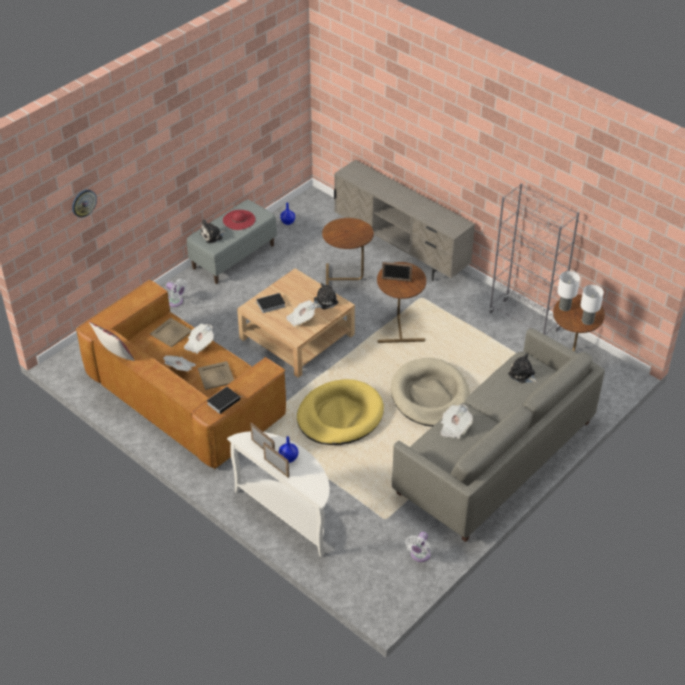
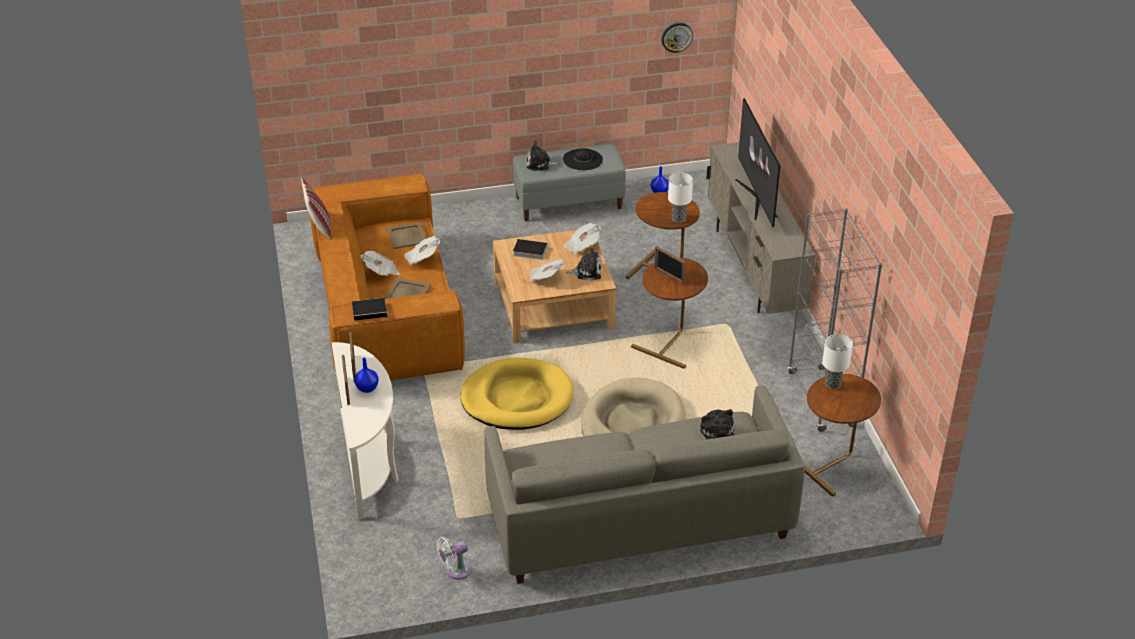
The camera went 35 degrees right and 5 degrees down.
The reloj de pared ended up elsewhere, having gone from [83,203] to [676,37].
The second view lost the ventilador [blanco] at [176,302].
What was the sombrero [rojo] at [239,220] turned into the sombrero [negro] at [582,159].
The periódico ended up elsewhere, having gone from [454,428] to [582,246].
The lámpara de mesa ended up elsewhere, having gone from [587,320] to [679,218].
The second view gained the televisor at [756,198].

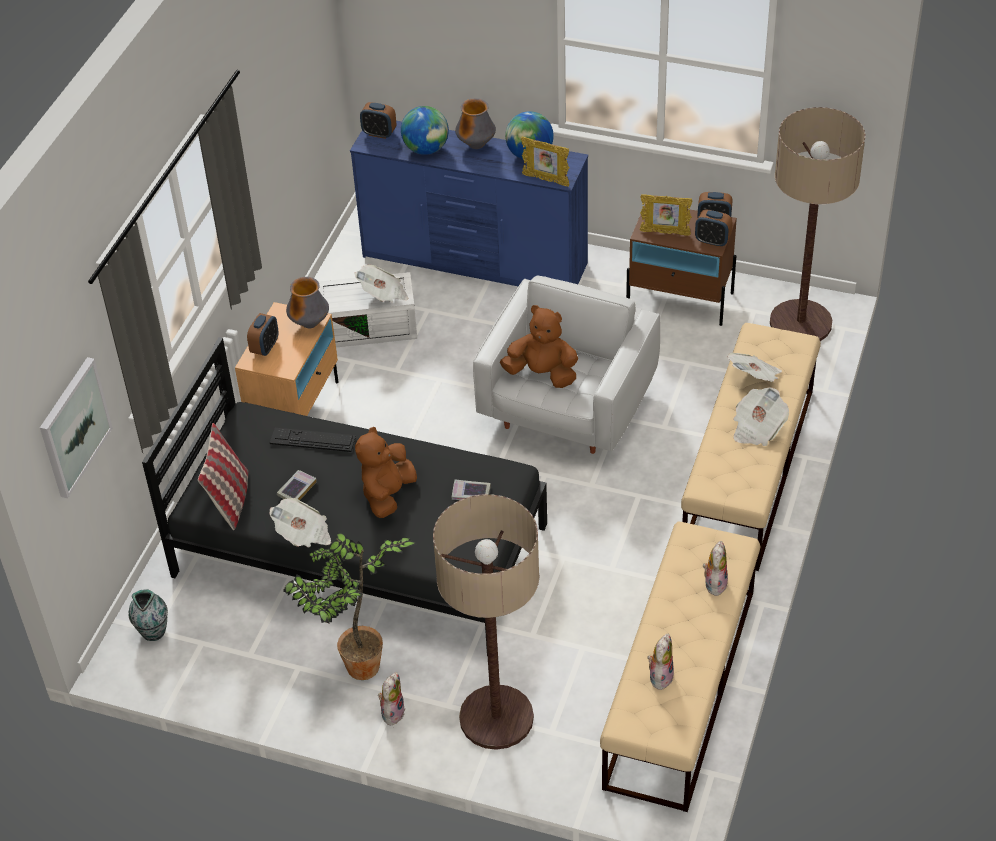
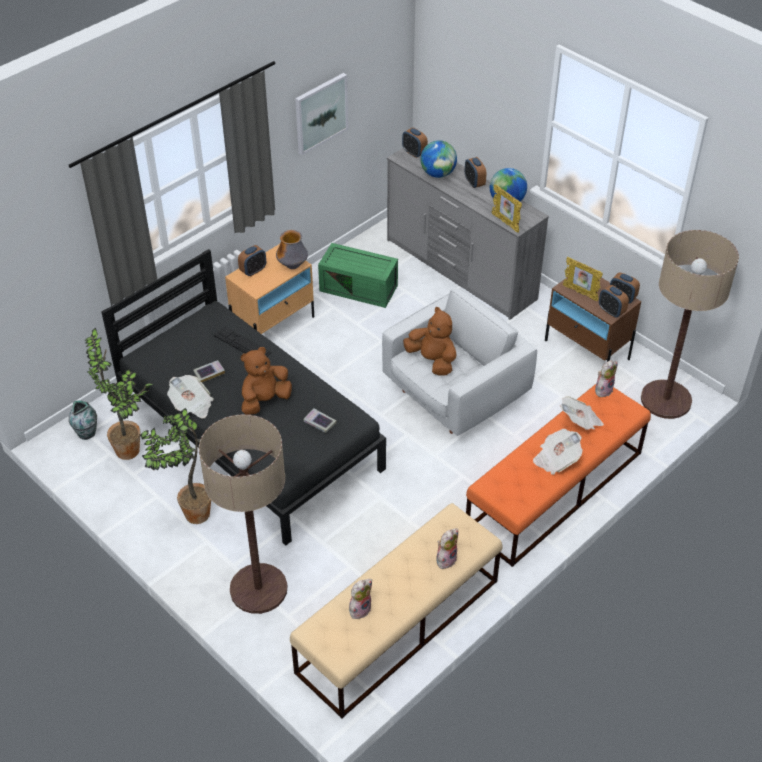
The camera went 25 degrees right and 0 degrees up.
The cuadro ended up elsewhere, having gone from [74,427] to [320,113].
The second view lost the cojín at [230,500].
What was the caja de almacenaje [blanco] at [369,326] turned into the caja de almacenaje [verde] at [360,287].
What was the cómoda [azul] at [475,261] turned into the cómoda [gris] at [460,270].
The second view lost the periódico at [383,295].
The peluche ended up elsewhere, having gone from [392,712] to [603,389].
Where the florero stood at [476,145], the despertador came to stand at [474,183].
What was the banco [beis] at [748,470] turned into the banco [naranja] at [554,491].
The second view gained the planta en maceta at [130,452].

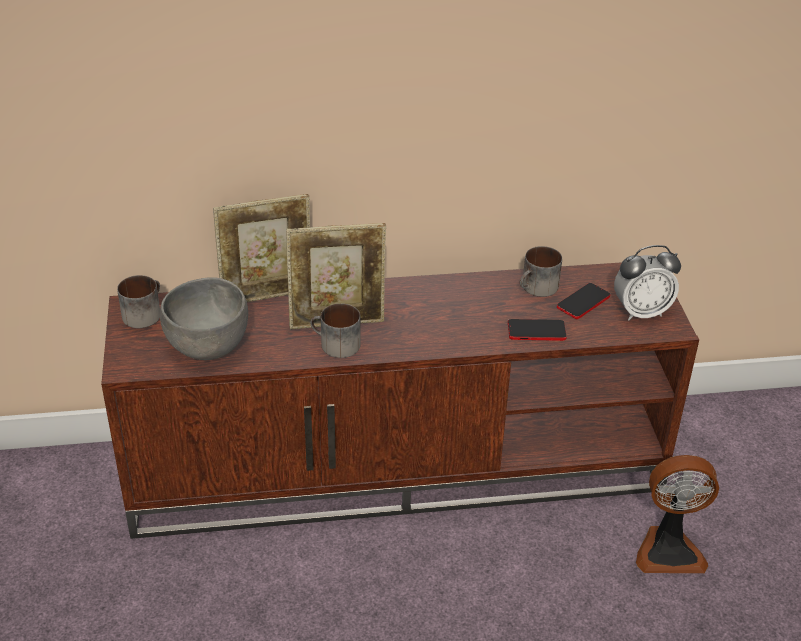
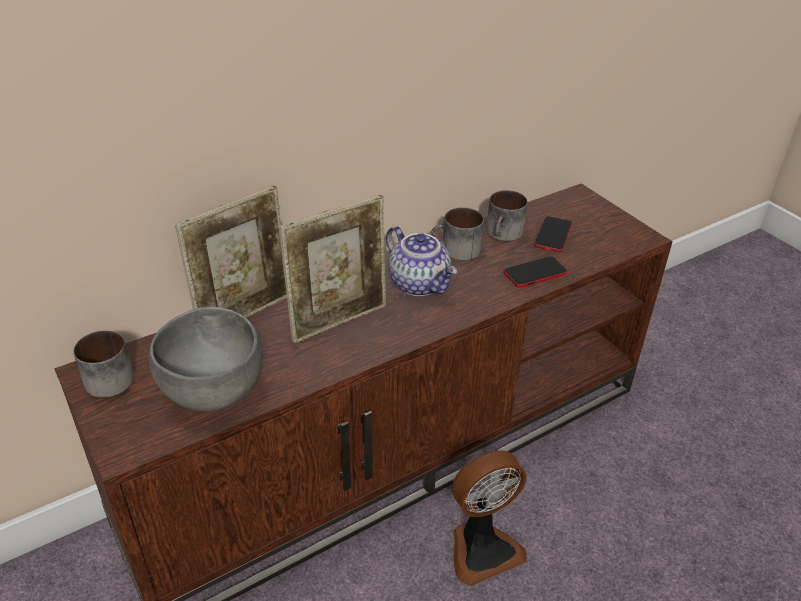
The camera went 25 degrees left and 0 degrees up.
The taza grande ended up elsewhere, having gone from [335,345] to [456,250].
The second view lost the despertador at [641,312].
The ventilador ended up elsewhere, having gone from [669,550] to [482,548].
The second view gained the tetera at [420,284].

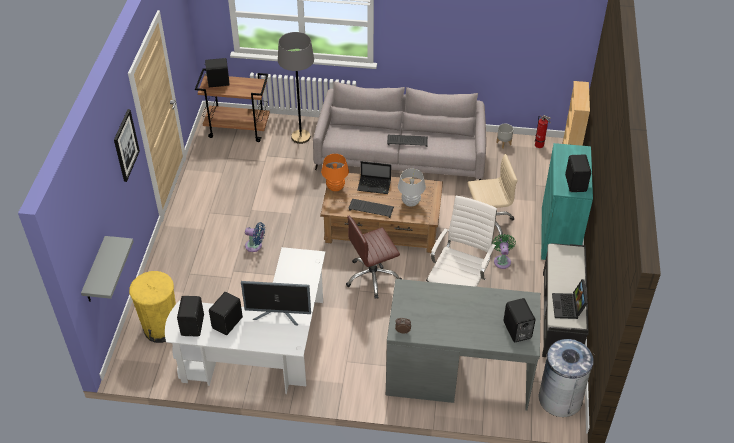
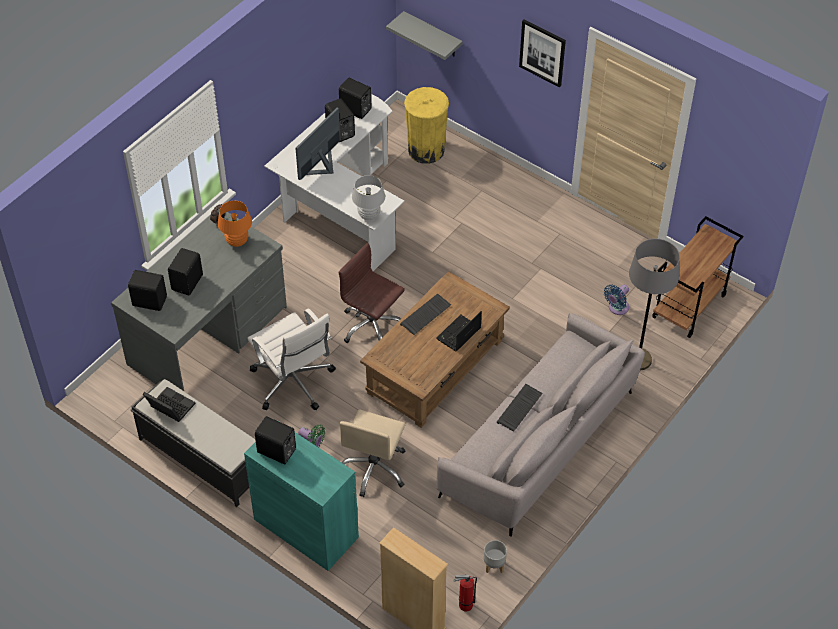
The camera went 120 degrees right and 5 degrees up.
The altavoz [negro] ended up elsewhere, having gone from [218,82] to [188,282].
The ventilador [azul] ended up elsewhere, having gone from [255,246] to [617,308].
The lámpara de mesa [naranja] ended up elsewhere, having gone from [335,187] to [237,241].
The silla de oficina [marrón] at [372,277] ended up facing another way, 60 degrees counterclockwise from before.
The lámpara de mesa [blanco] ended up elsewhere, having gone from [411,202] to [369,215].
The second view lost the papelera [gris] at [560,398].

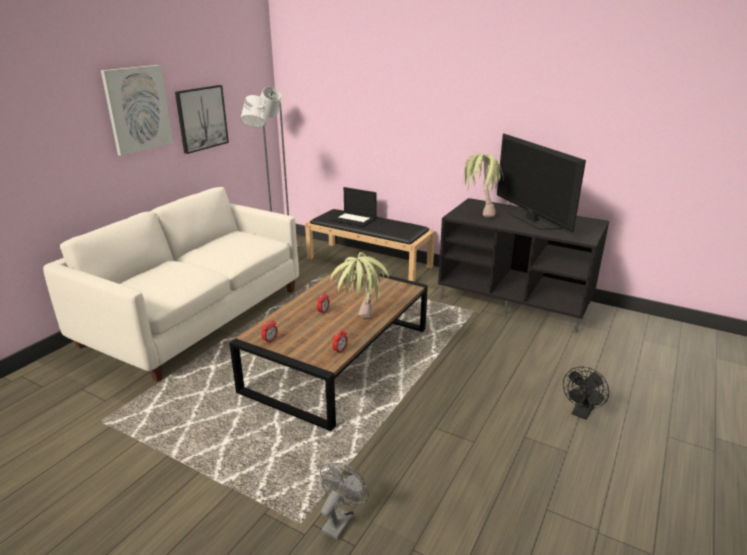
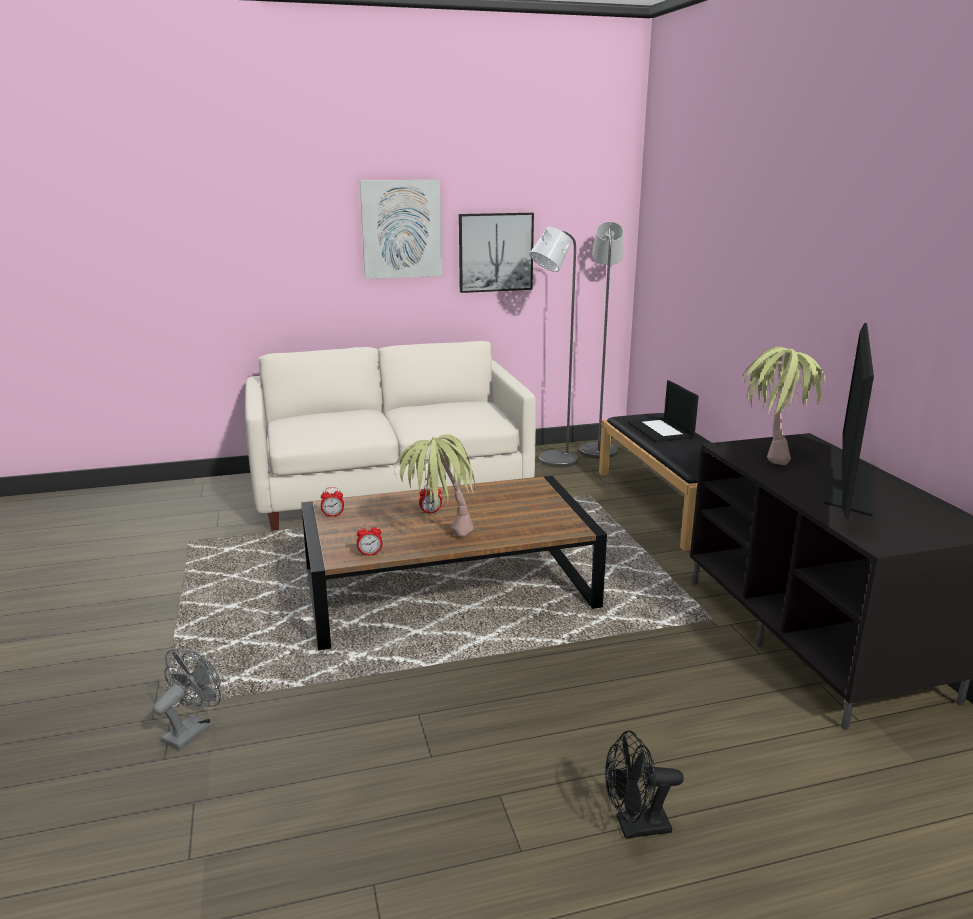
The camera went 45 degrees right and 5 degrees down.
The ventilador [gris] at [340,520] ended up facing another way, 45 degrees counterclockwise from before.

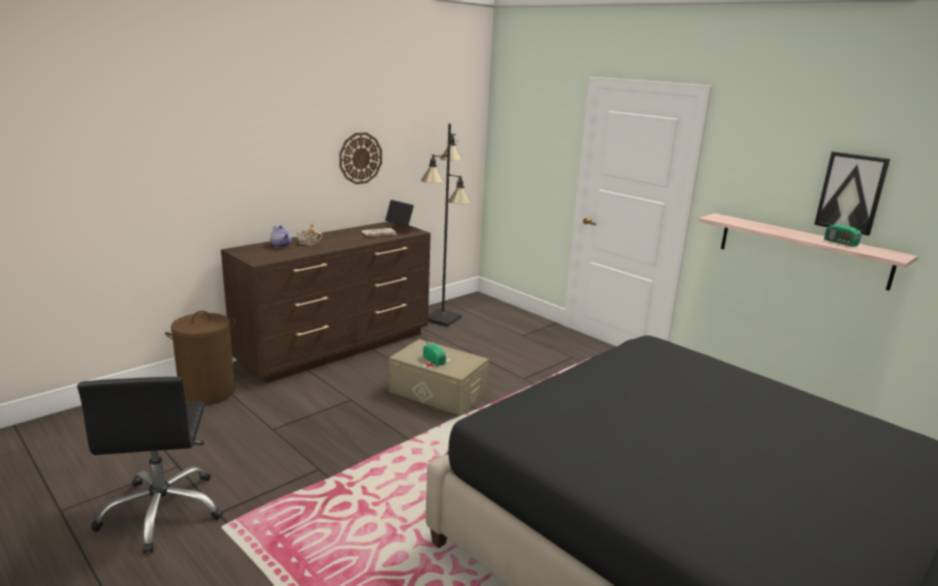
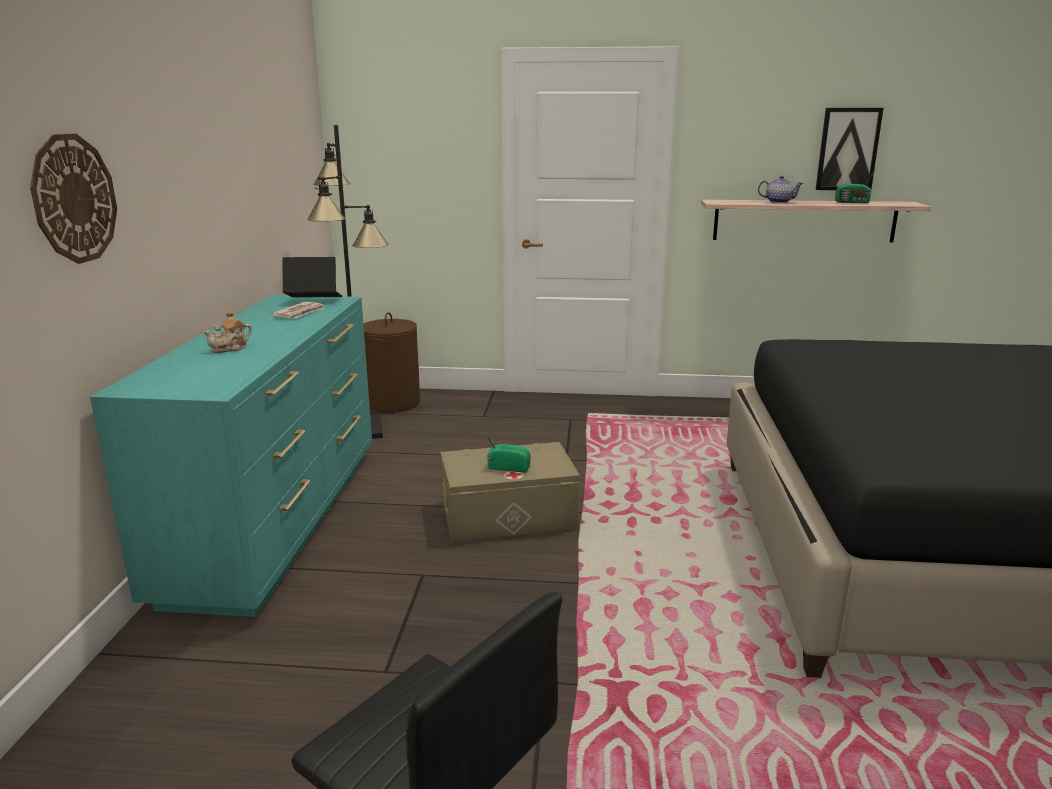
The camera went 40 degrees left and 0 degrees up.
The cesto de la ropa [marrón] ended up elsewhere, having gone from [207,393] to [392,403].
What was the cómoda [marrón] at [337,347] turned into the cómoda [turquesa] at [279,520].
The tetera ended up elsewhere, having gone from [282,245] to [779,202].
The reloj de pared ended up elsewhere, having gone from [360,158] to [74,199].

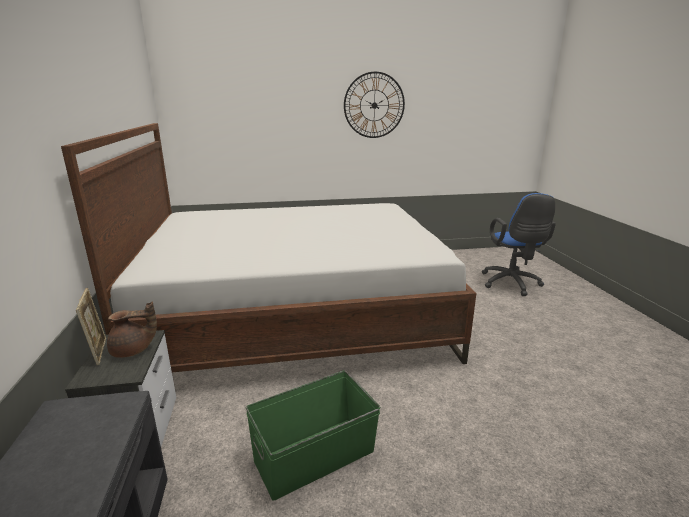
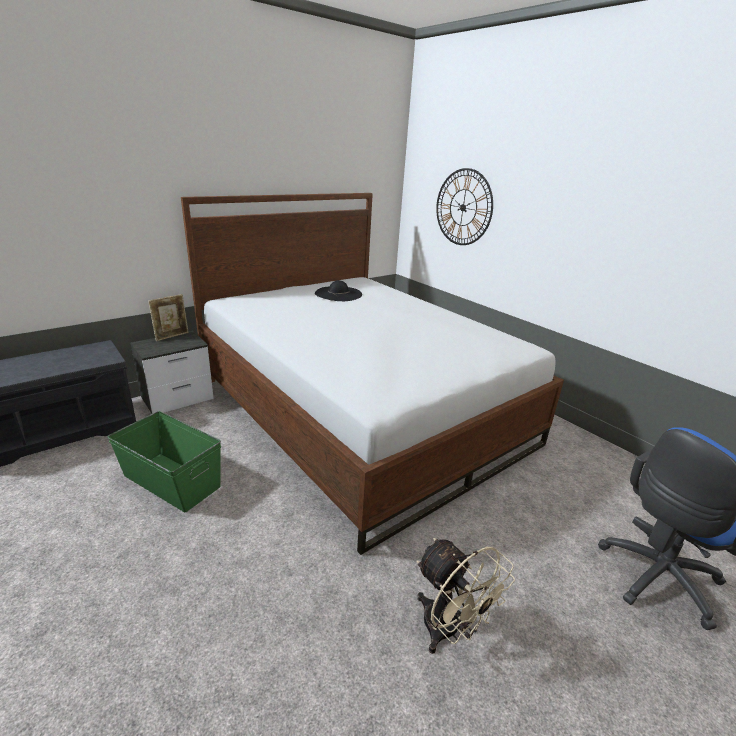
The camera went 60 degrees right and 5 degrees up.
The second view lost the tetera [marrón] at [133,351].
The reloj de pared ended up elsewhere, having gone from [374,105] to [463,207].
The second view gained the sombrero [negro] at [338,294].
The second view gained the ventilador [beis] at [449,631].

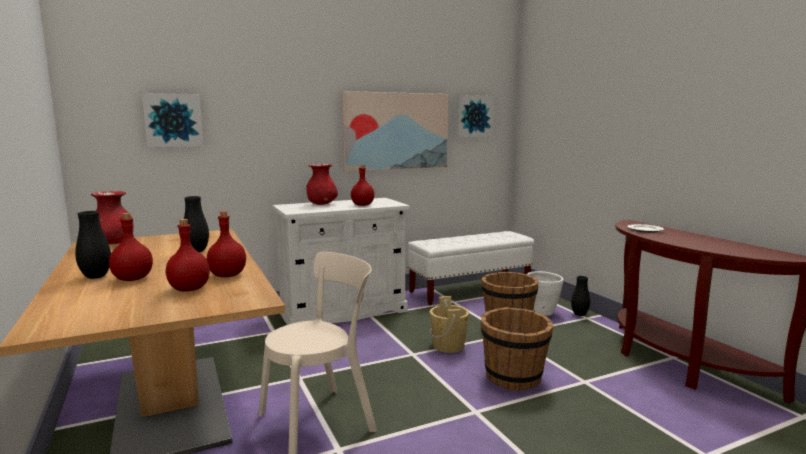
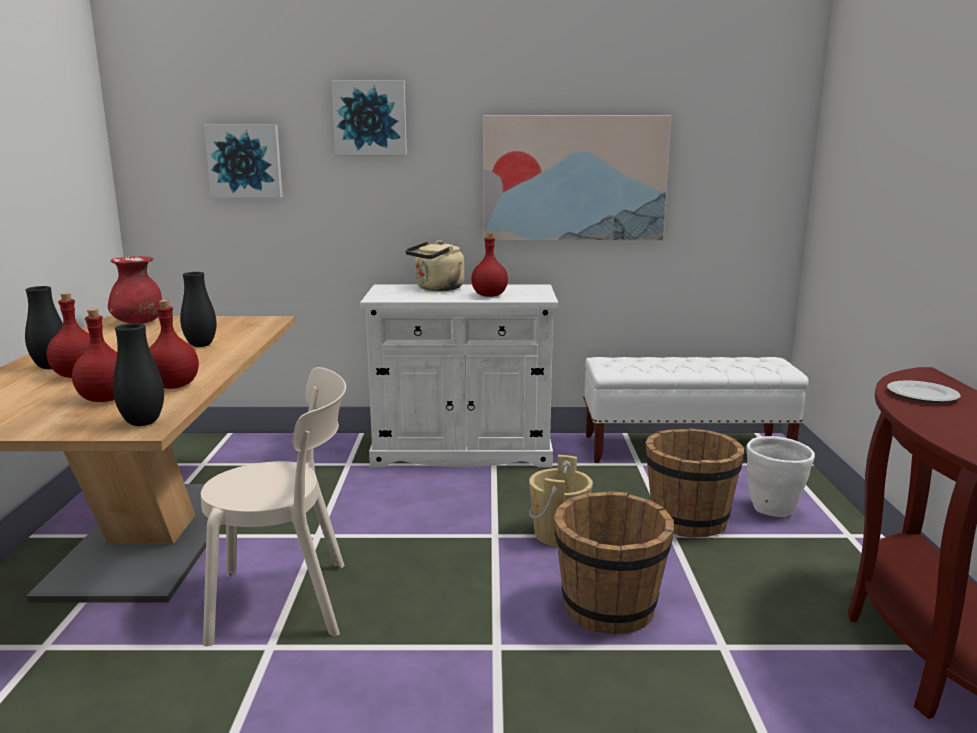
The camera went 25 degrees right and 5 degrees up.
Where the florero [rojo] stood at [322,204], the hervidor [beis] came to stand at [437,289].
The cuadro ended up elsewhere, having gone from [473,116] to [370,118].
The florero [negro] ended up elsewhere, having gone from [579,314] to [143,423].

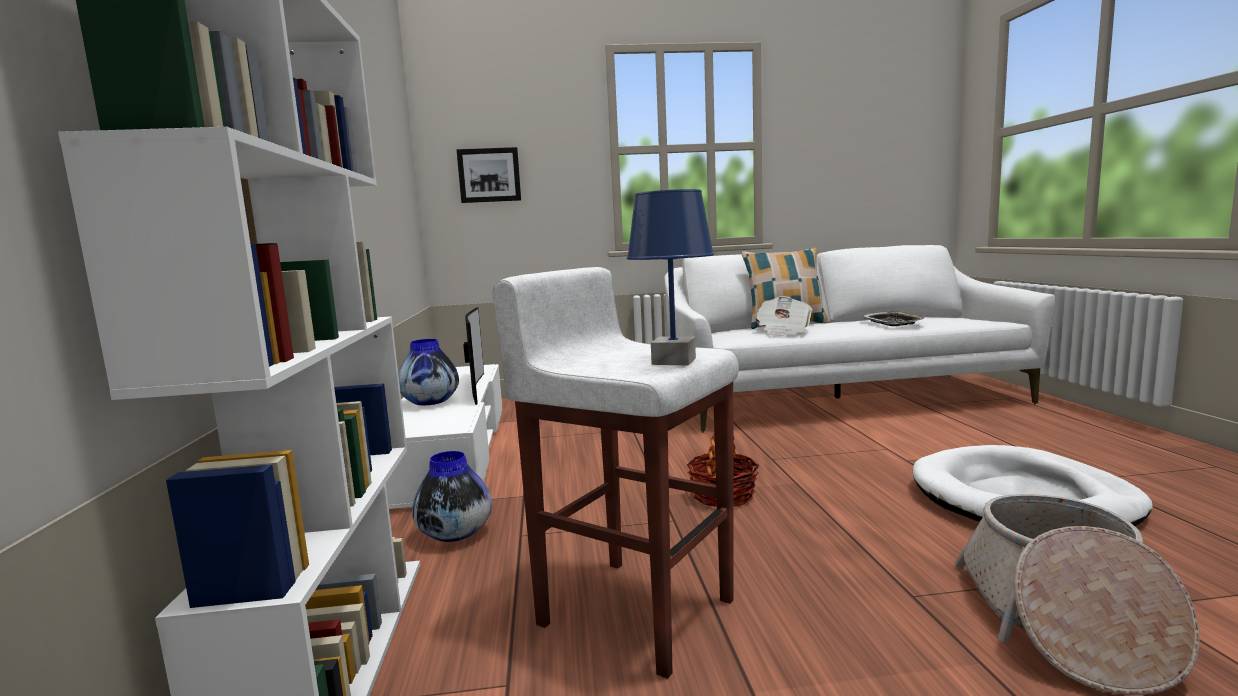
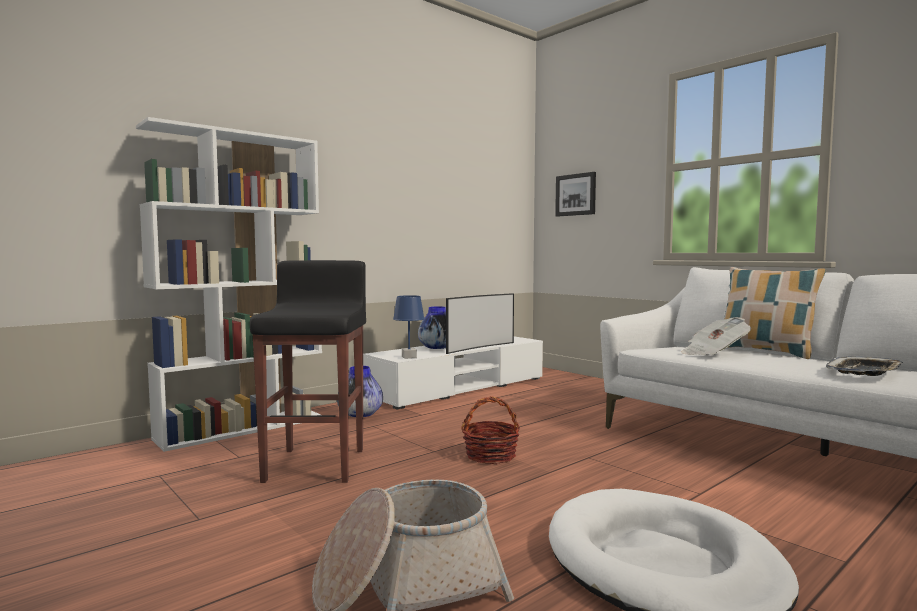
The camera went 55 degrees right and 5 degrees down.
What was the taburete [blanco] at [635,609] turned into the taburete [negro] at [317,464].
The lámpara de mesa [azul] ended up elsewhere, having gone from [674,361] to [409,357].

